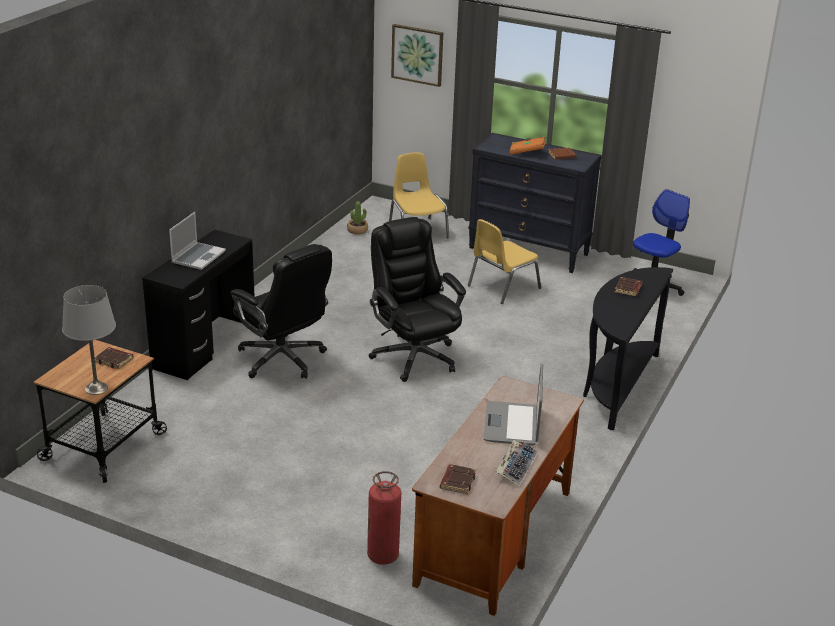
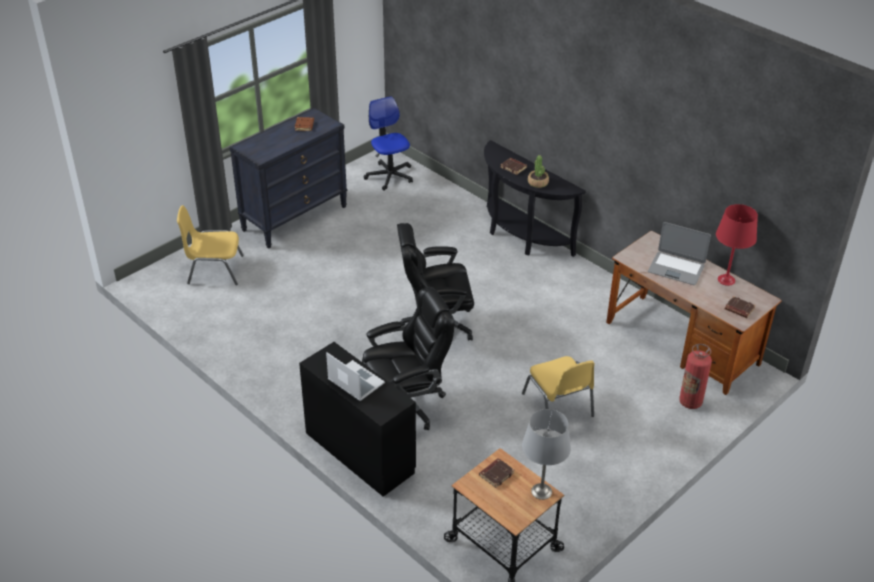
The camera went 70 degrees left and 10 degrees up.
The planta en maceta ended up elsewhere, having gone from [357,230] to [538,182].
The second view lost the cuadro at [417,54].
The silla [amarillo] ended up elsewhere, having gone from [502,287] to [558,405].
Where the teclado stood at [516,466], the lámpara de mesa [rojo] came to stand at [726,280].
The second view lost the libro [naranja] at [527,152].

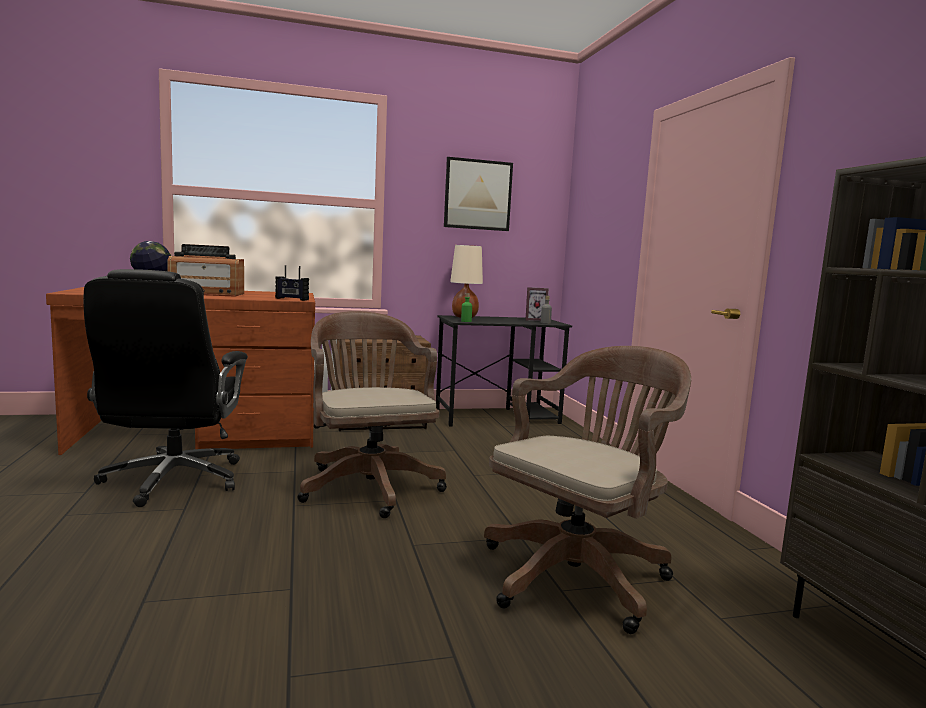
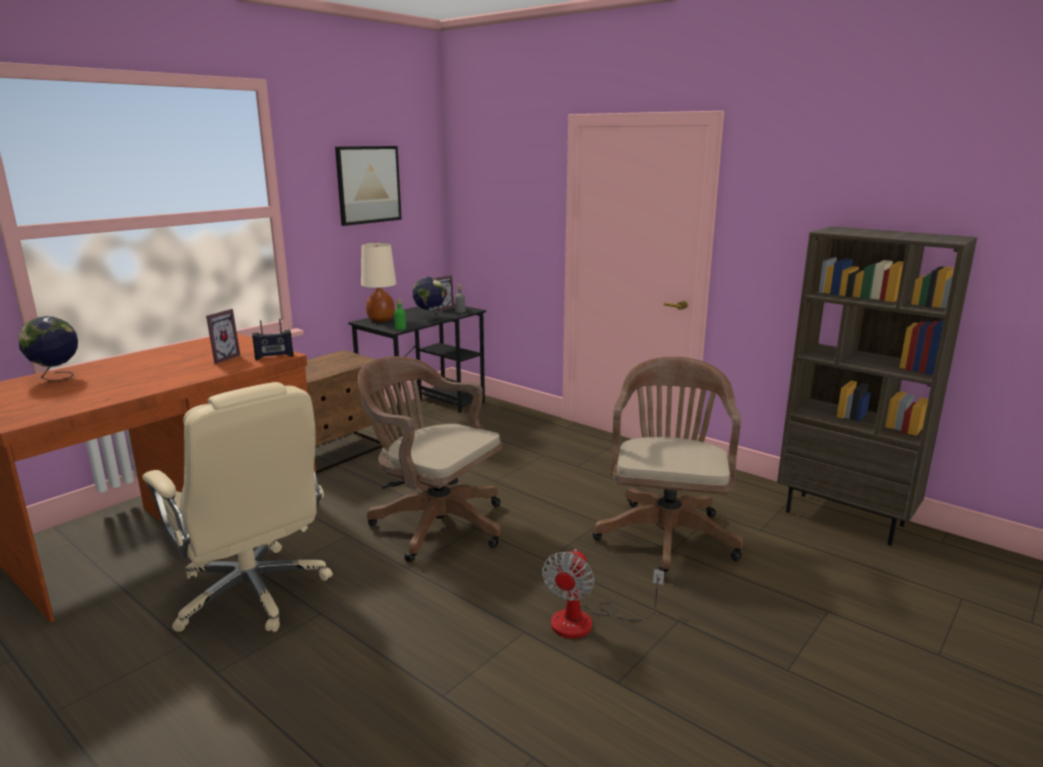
The camera went 35 degrees left and 10 degrees up.
What was the silla de oficina [negro] at [173,481] turned into the silla de oficina [beis] at [252,593].
The second view lost the radio at [206,294].
The second view gained the portarretratos at [221,358].
The second view gained the globo terráqueo at [430,318].
The second view gained the ventilador at [586,621].

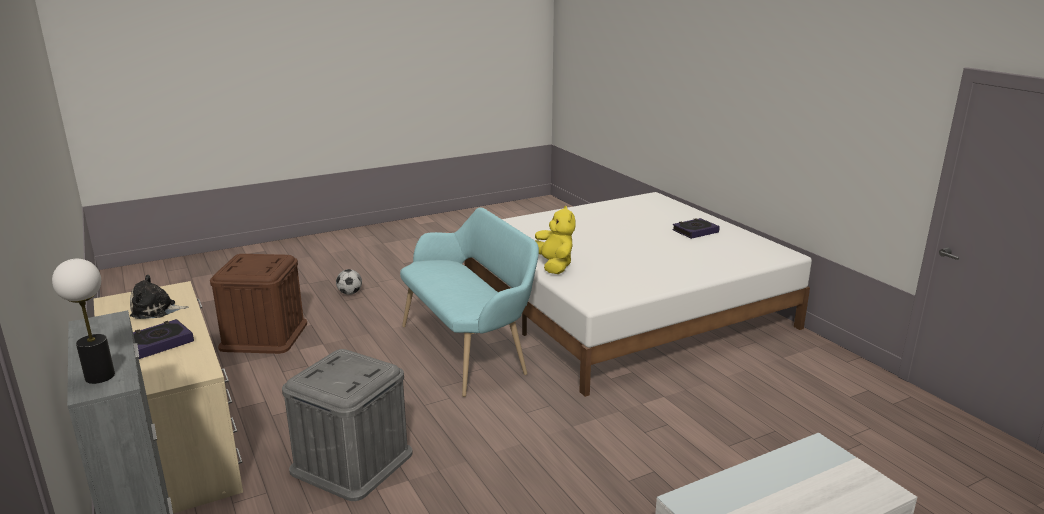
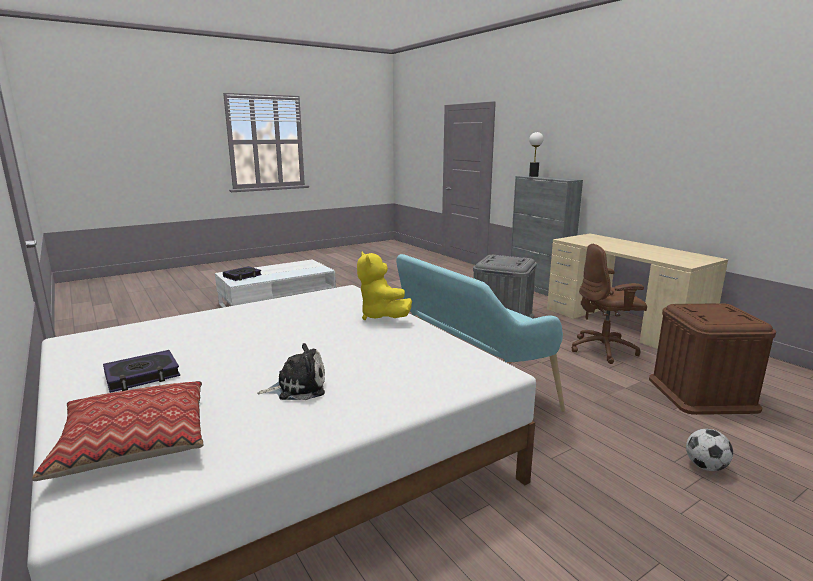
The camera went 175 degrees right and 5 degrees down.
The peluche ended up elsewhere, having gone from [156,310] to [298,387].
The libro ended up elsewhere, having gone from [159,343] to [242,276].
The second view gained the cojín at [133,441].
The second view gained the silla de oficina [marrón] at [604,350].

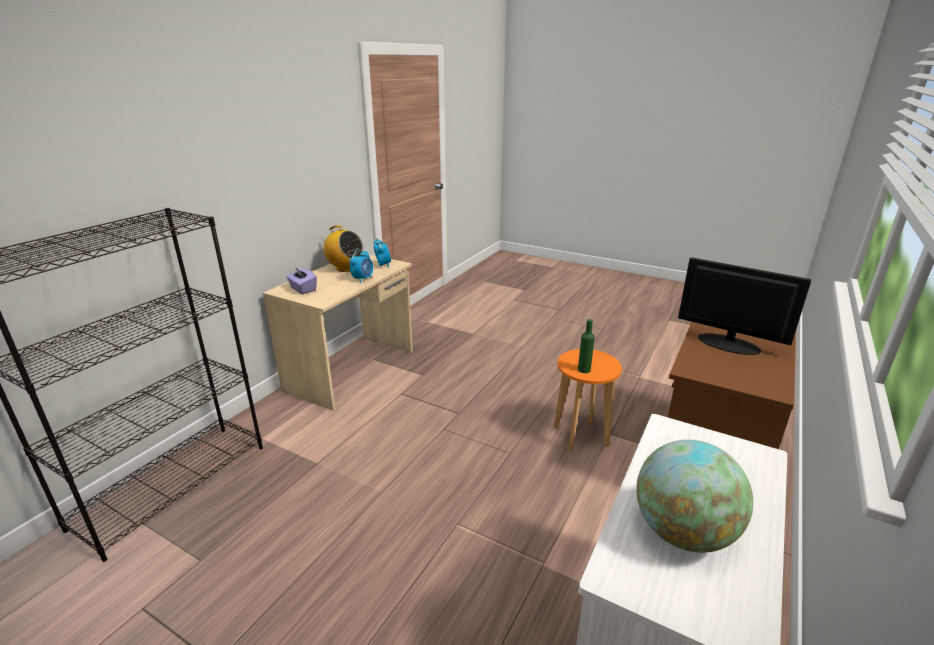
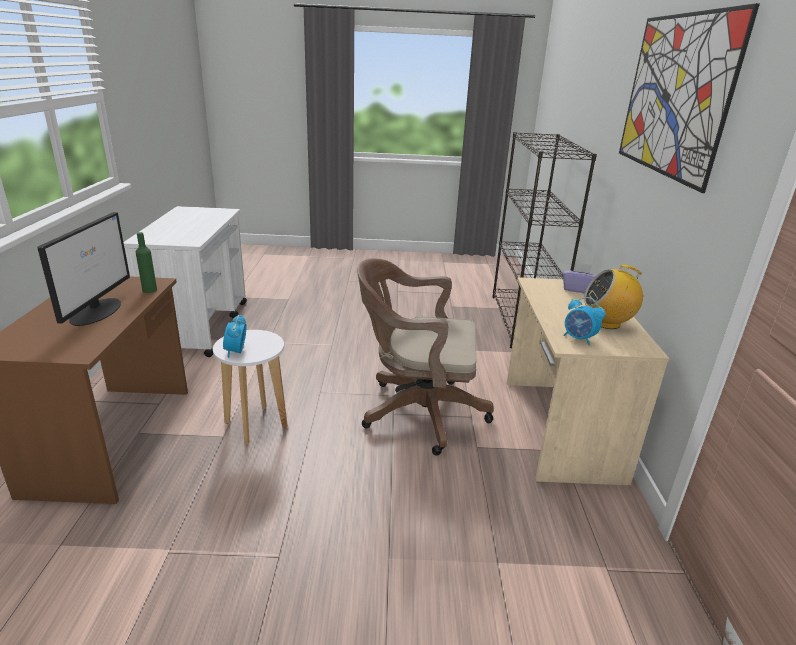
The camera went 150 degrees right and 0 degrees up.
The despertador ended up elsewhere, having gone from [363,279] to [236,352].
What was the taburete [naranja] at [580,436] turned into the taburete [blanco] at [256,425].
The botella [verde] ended up elsewhere, having gone from [584,370] to [149,290].
The second view lost the globo terráqueo at [682,532].
The monitor at [727,343] ended up facing another way, 90 degrees counterclockwise from before.
The second view gained the silla de oficina [marrón] at [417,412].
The second view gained the cuadro at [674,95].

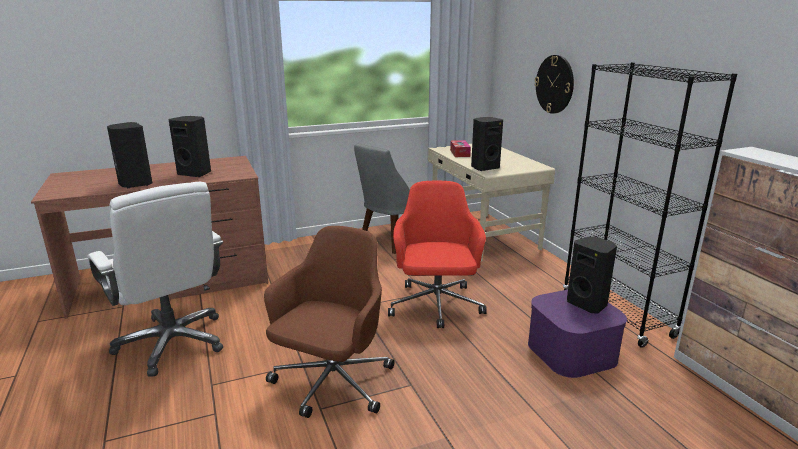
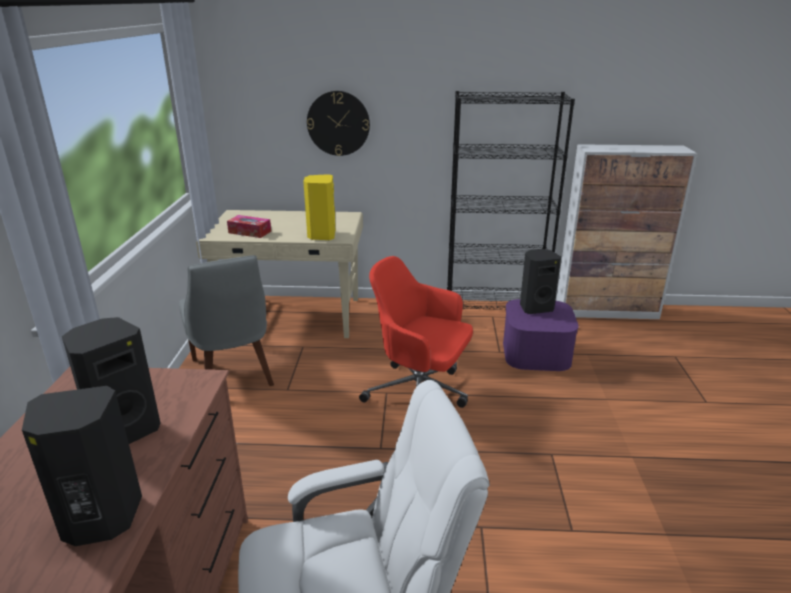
The camera went 65 degrees left and 5 degrees up.
The second view lost the silla de oficina [marrón] at [332,384].
What was the altavoz [negro] at [484,168] turned into the altavoz [amarillo] at [321,236].

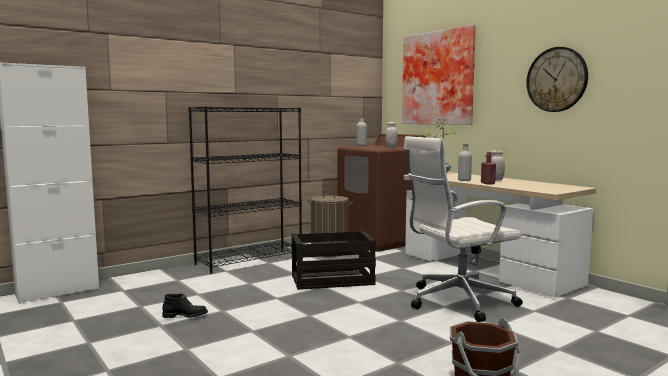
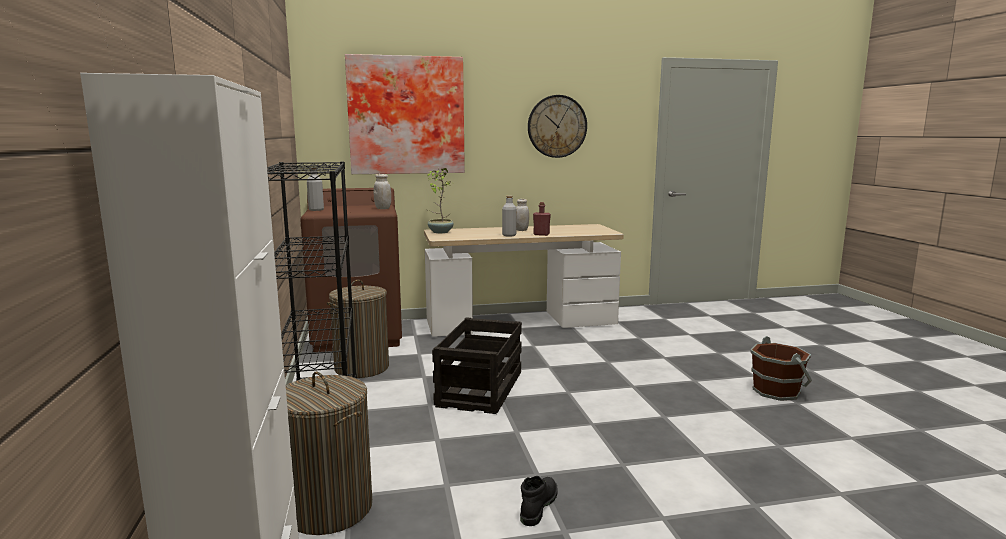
The camera went 65 degrees left and 5 degrees up.
The second view lost the silla de oficina [blanco] at [457,301].
The second view gained the cesto de la ropa at [329,508].

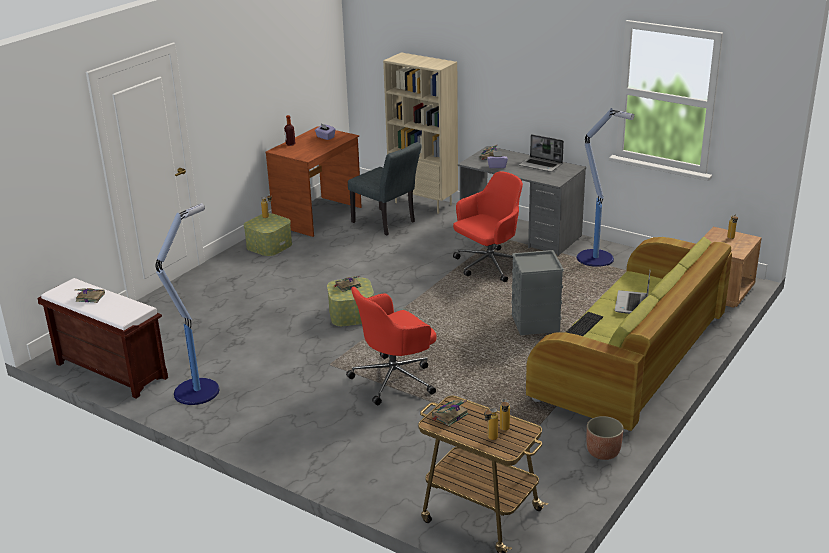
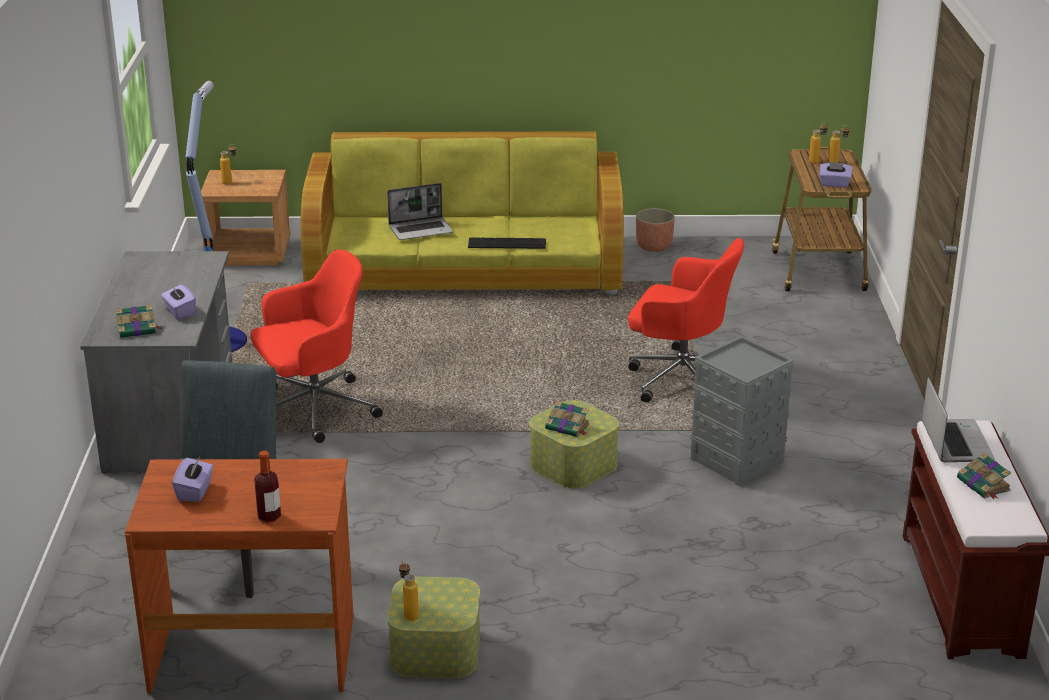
The camera went 125 degrees left and 0 degrees up.
The second view lost the lámpara de pie at [198,390].
The second view lost the estantería [beis] at [424,203].
Where the libro stood at [449,415], the caja de pañuelos [morado] came to stand at [834,184].
The silla de oficina [rojo] at [488,266] ended up facing another way, 135 degrees clockwise from before.
The caja de almacenaje [gris] ended up elsewhere, having gone from [535,324] to [738,461].
The portátil ended up elsewhere, having gone from [541,165] to [955,442].

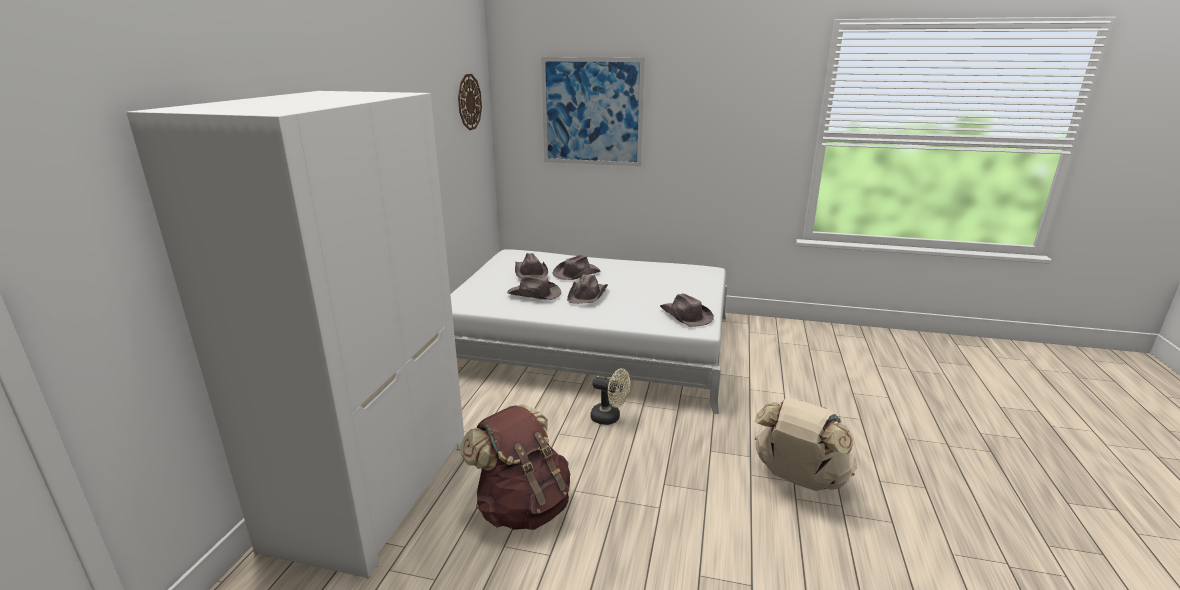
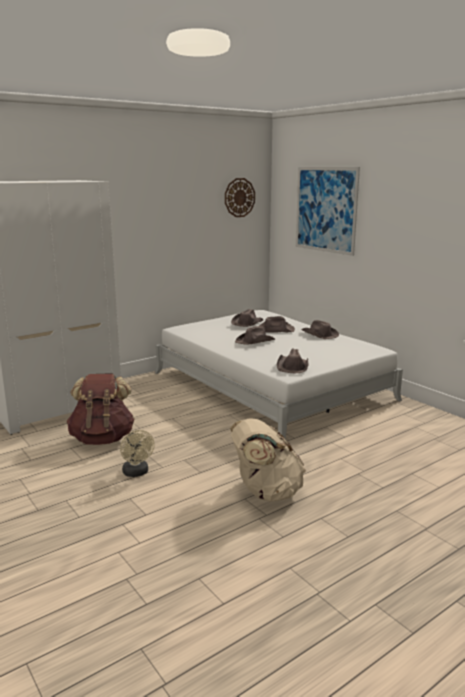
The camera went 40 degrees right and 5 degrees down.
The sombrero [marrón] ended up elsewhere, having gone from [534,294] to [319,335].
The ventilador [beis] ended up elsewhere, having gone from [610,418] to [137,473].

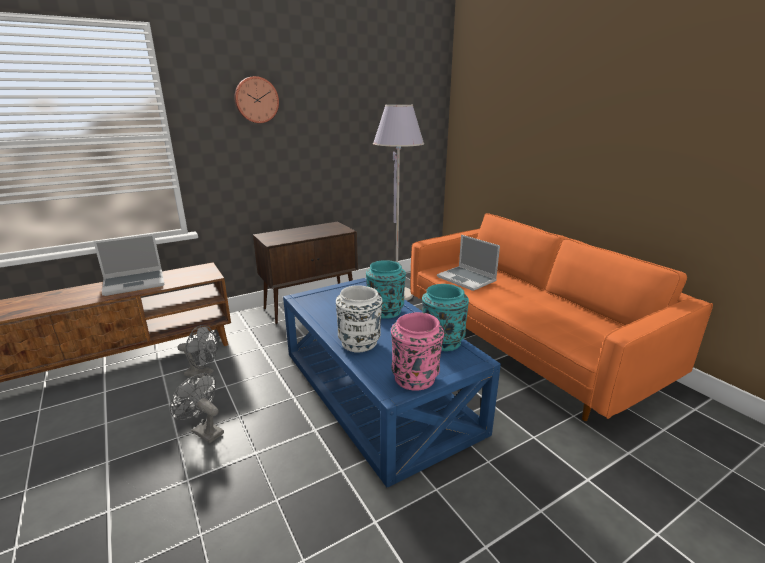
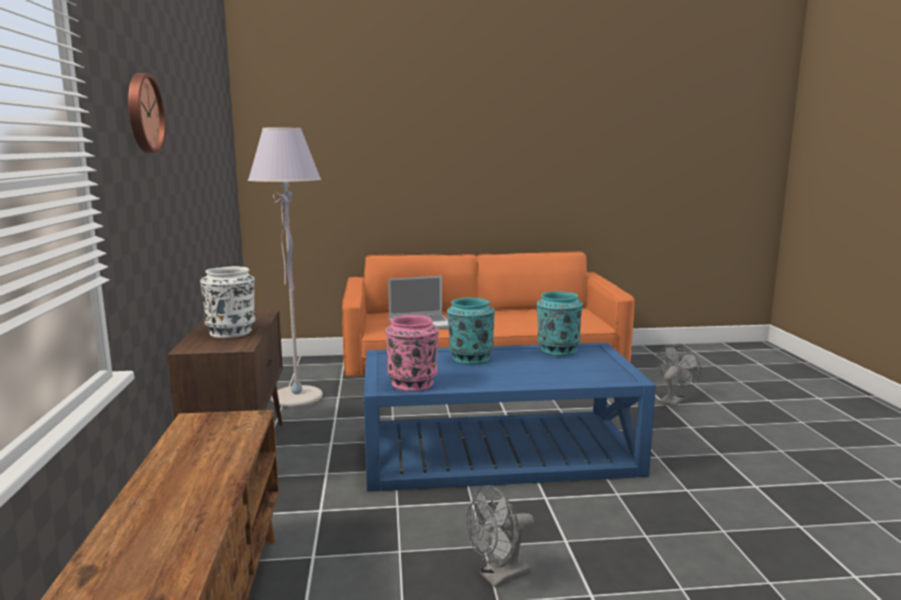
The camera went 65 degrees left and 10 degrees down.
The second view lost the portátil at [135,283].
The ventilador [gris] ended up elsewhere, having gone from [203,374] to [673,400].
The florero [blanco] ended up elsewhere, having gone from [360,343] to [232,332].
The florero [rosa] ended up elsewhere, having gone from [415,378] to [412,383].

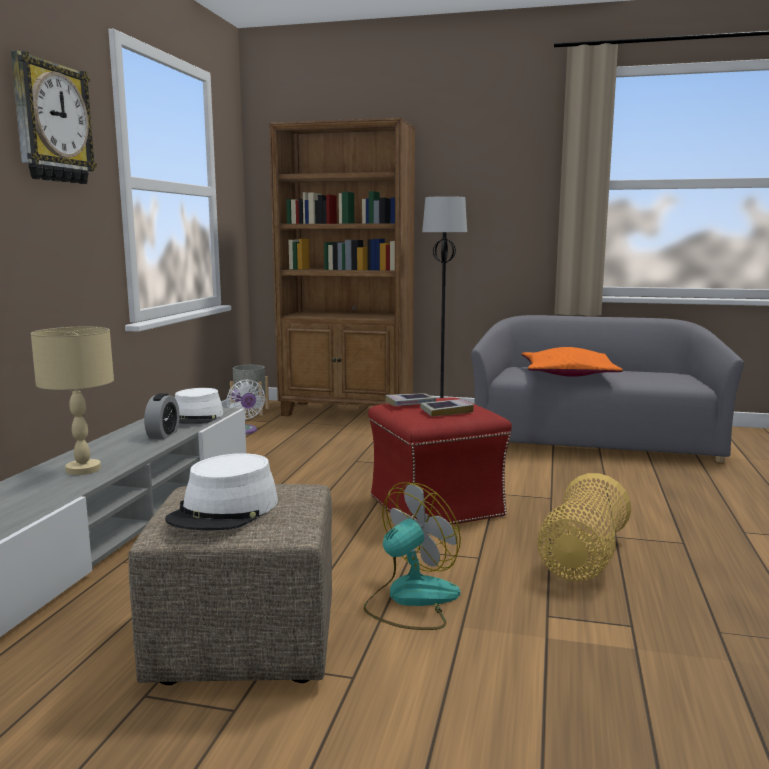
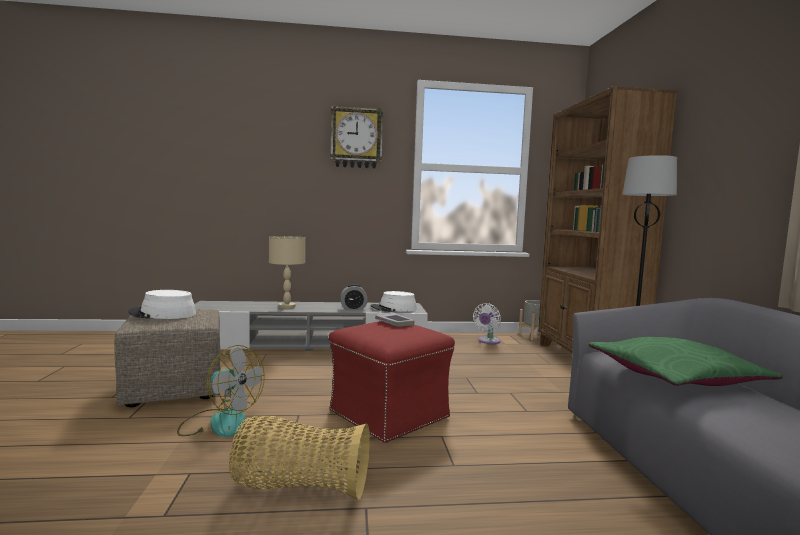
The camera went 70 degrees right and 5 degrees down.
The second view lost the libro at [446,411].
What was the cojín [naranja] at [568,375] turned into the cojín [verde] at [674,376].

